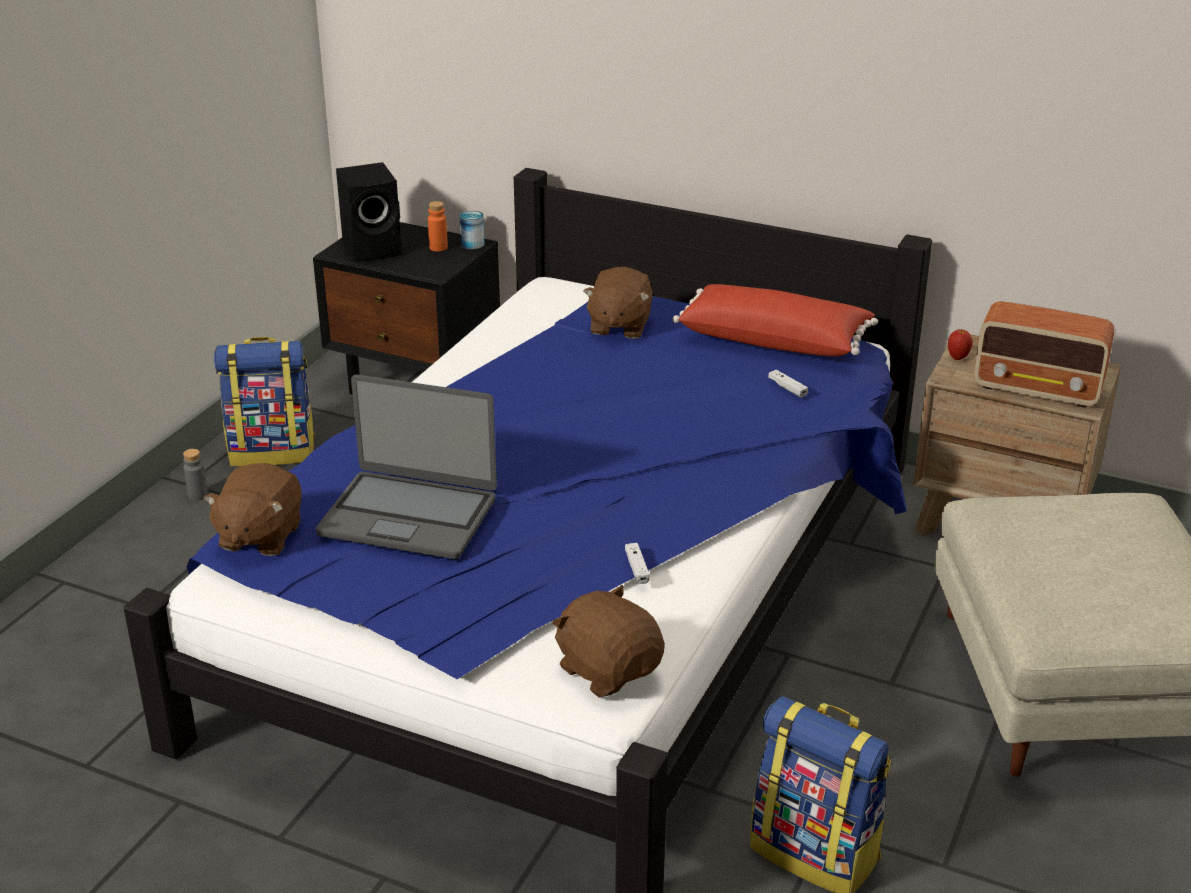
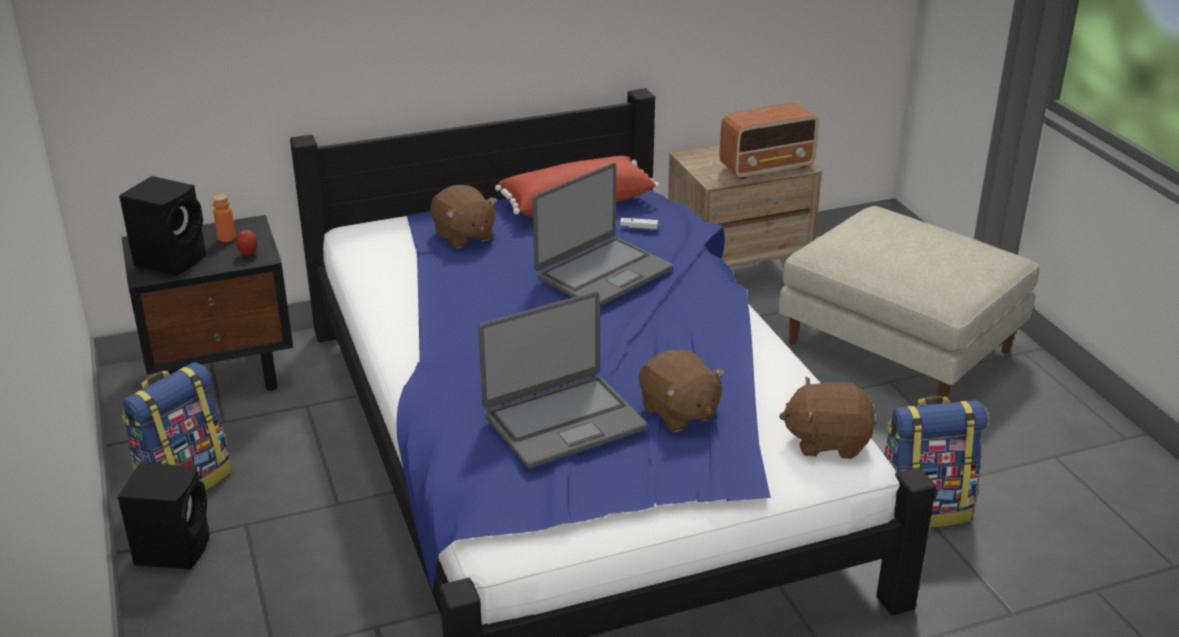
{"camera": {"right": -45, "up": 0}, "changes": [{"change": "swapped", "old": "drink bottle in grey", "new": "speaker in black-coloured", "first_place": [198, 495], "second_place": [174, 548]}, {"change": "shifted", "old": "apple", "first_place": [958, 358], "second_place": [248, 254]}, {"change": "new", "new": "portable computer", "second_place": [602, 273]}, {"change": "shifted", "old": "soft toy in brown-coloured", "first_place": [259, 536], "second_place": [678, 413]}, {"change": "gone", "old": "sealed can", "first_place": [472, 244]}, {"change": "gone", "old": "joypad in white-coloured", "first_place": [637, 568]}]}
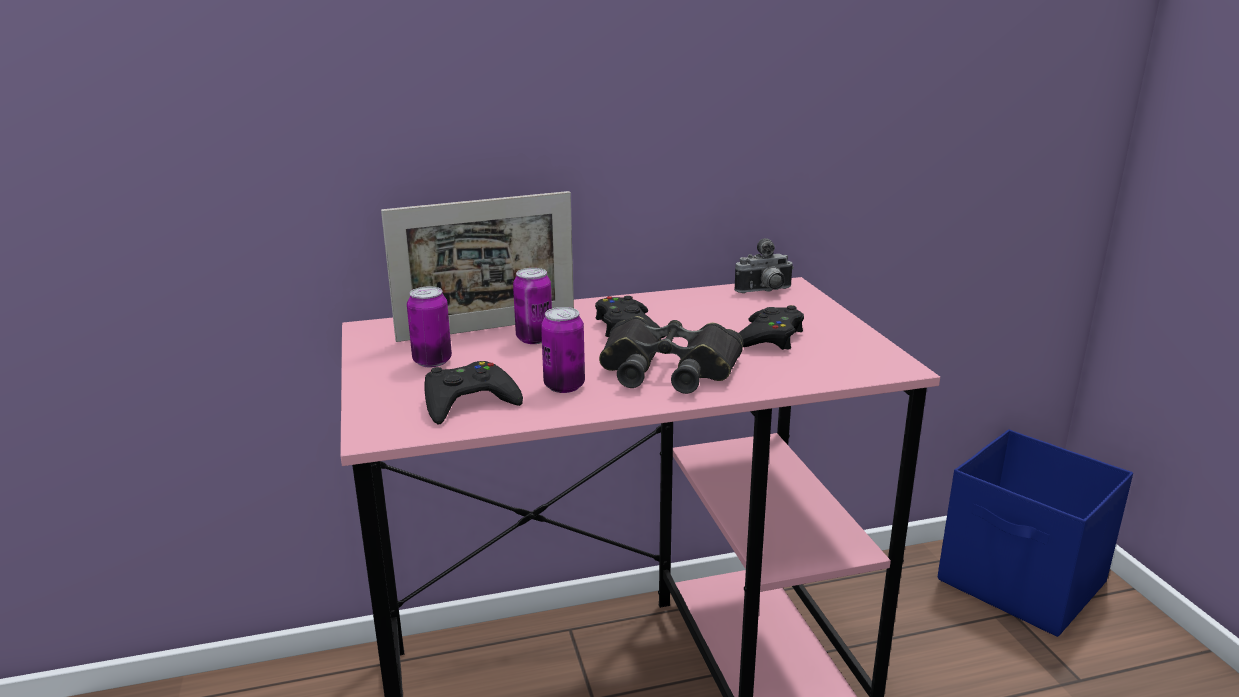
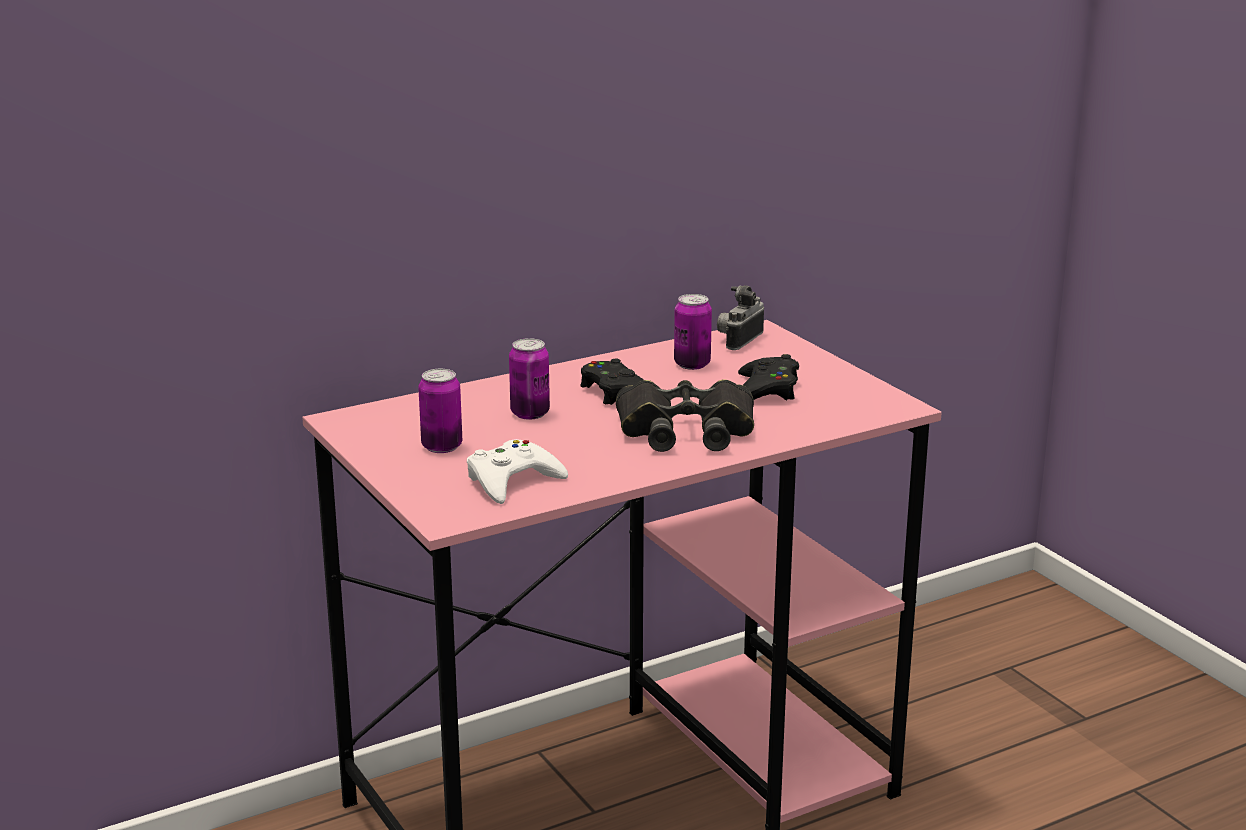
{"camera": {"right": -15, "up": 0}, "changes": [{"change": "repainted", "old": "joypad in black-coloured", "new": "joypad in white-coloured", "first_place": [468, 402], "second_place": [512, 481]}, {"change": "shifted", "old": "sealed can", "first_place": [564, 386], "second_place": [692, 364]}, {"change": "rotated", "old": "still camera", "first_place": [765, 291], "second_place": [738, 340], "degrees": 150}, {"change": "gone", "old": "picture frame", "first_place": [487, 328]}, {"change": "gone", "old": "storage bin in bluish", "first_place": [1022, 583]}]}
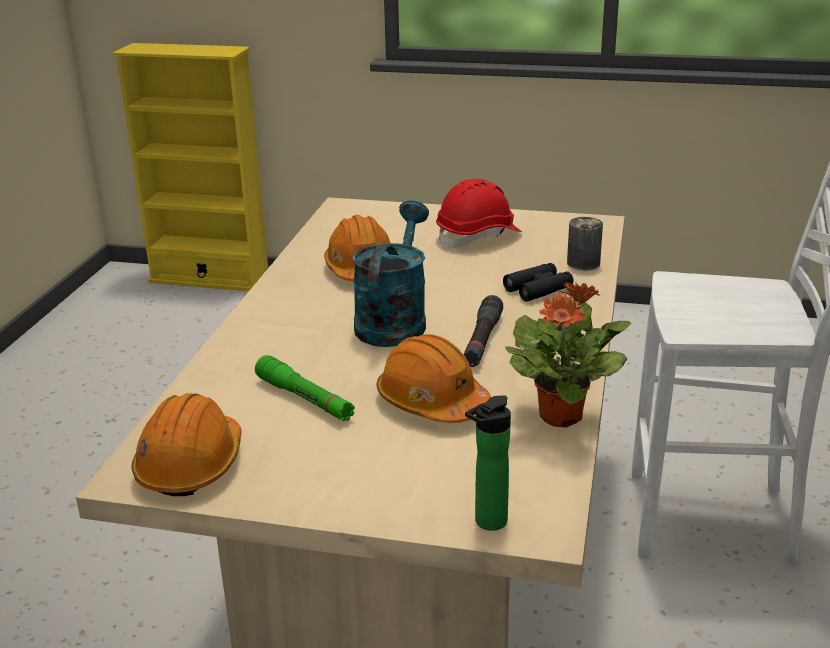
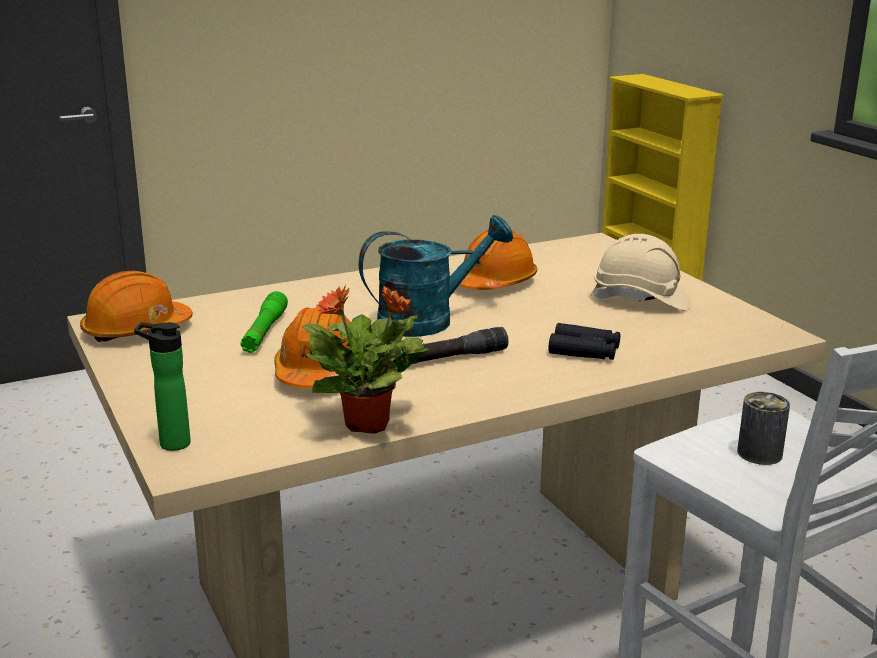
{"camera": {"right": 50, "up": -5}, "changes": [{"change": "repainted", "old": "hard hat in red-coloured", "new": "hard hat in beige", "first_place": [478, 236], "second_place": [641, 300]}, {"change": "shifted", "old": "sealed can", "first_place": [583, 263], "second_place": [759, 453]}]}
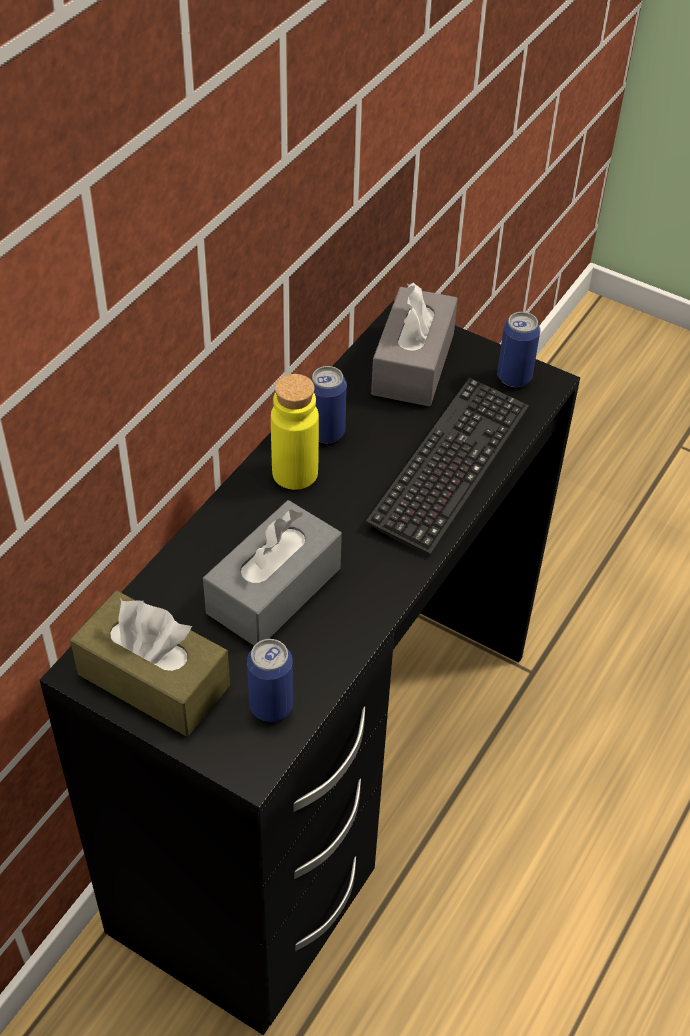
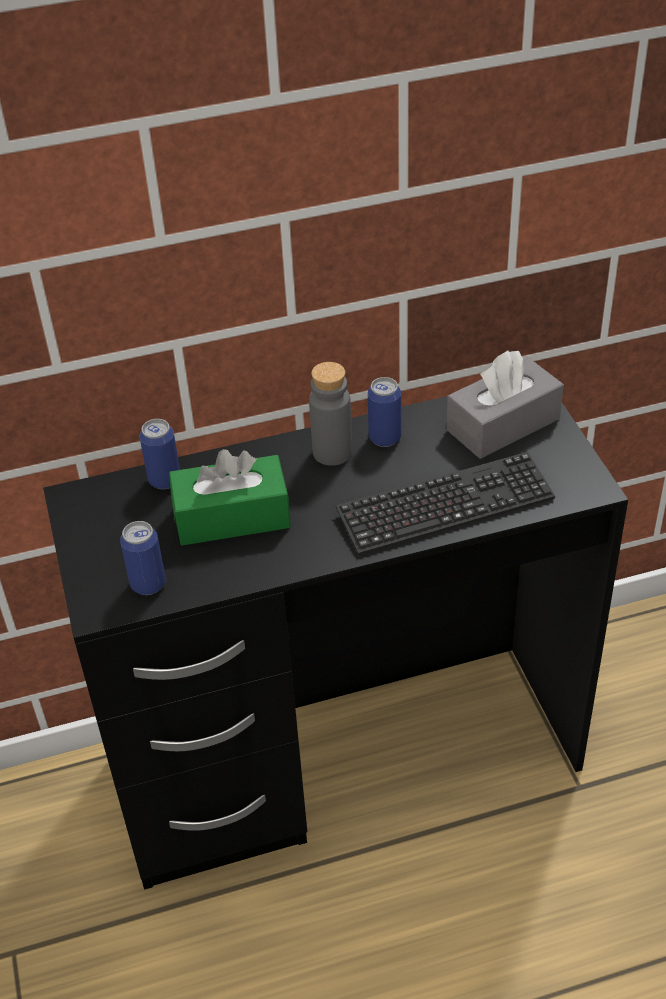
{"camera": {"right": 45, "up": -5}, "changes": [{"change": "shifted", "old": "sealed can", "first_place": [514, 377], "second_place": [164, 480]}, {"change": "repainted", "old": "tissue box in grey", "new": "tissue box in green", "first_place": [274, 590], "second_place": [232, 517]}, {"change": "repainted", "old": "drink bottle in yellowish", "new": "drink bottle in grey", "first_place": [295, 473], "second_place": [332, 452]}, {"change": "gone", "old": "tissue box in brown-coloured", "first_place": [153, 679]}]}
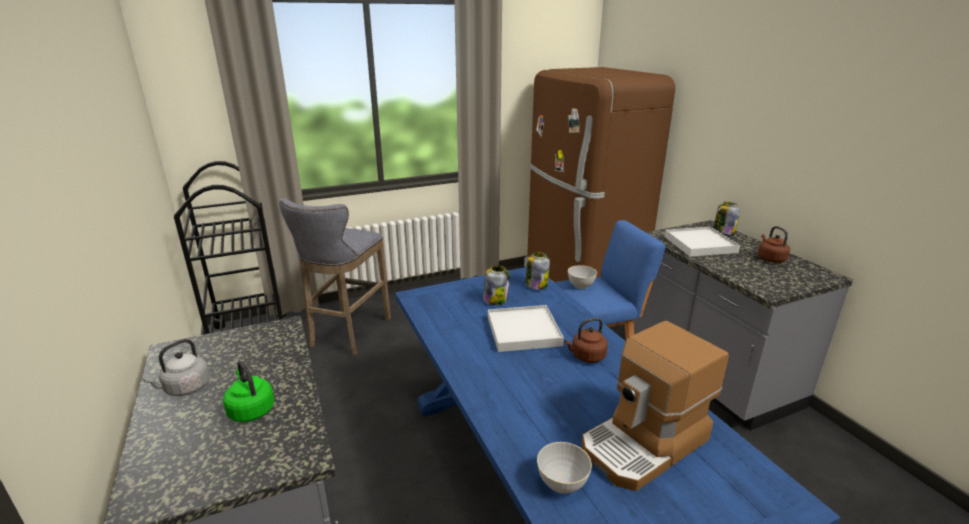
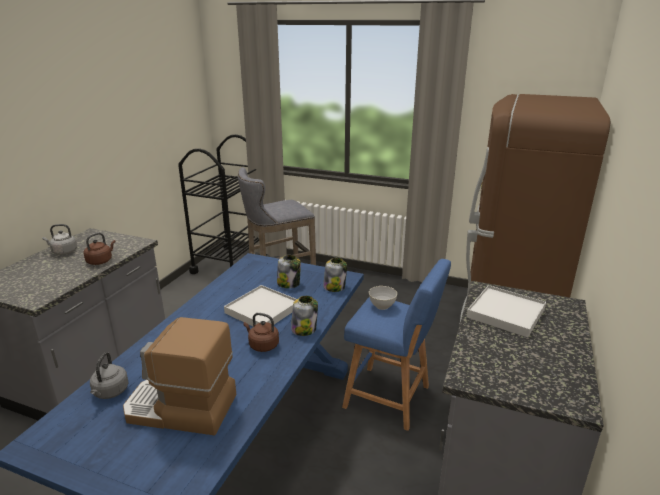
{"camera": {"right": 45, "up": 0}, "changes": [{"change": "shifted", "old": "tea kettle in brown-coloured", "first_place": [770, 258], "second_place": [101, 261]}, {"change": "swapped", "old": "deep dish in grey", "new": "tea kettle in grey", "first_place": [562, 483], "second_place": [110, 392]}, {"change": "shifted", "old": "jar", "first_place": [723, 232], "second_place": [304, 329]}, {"change": "gone", "old": "tea kettle in green", "first_place": [251, 410]}]}
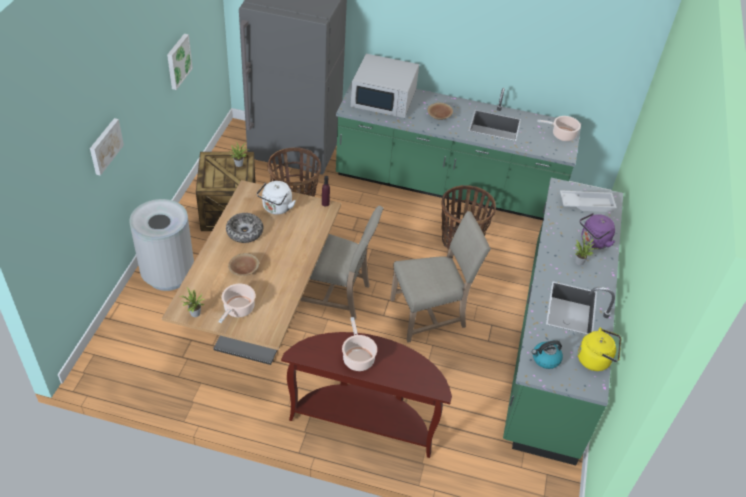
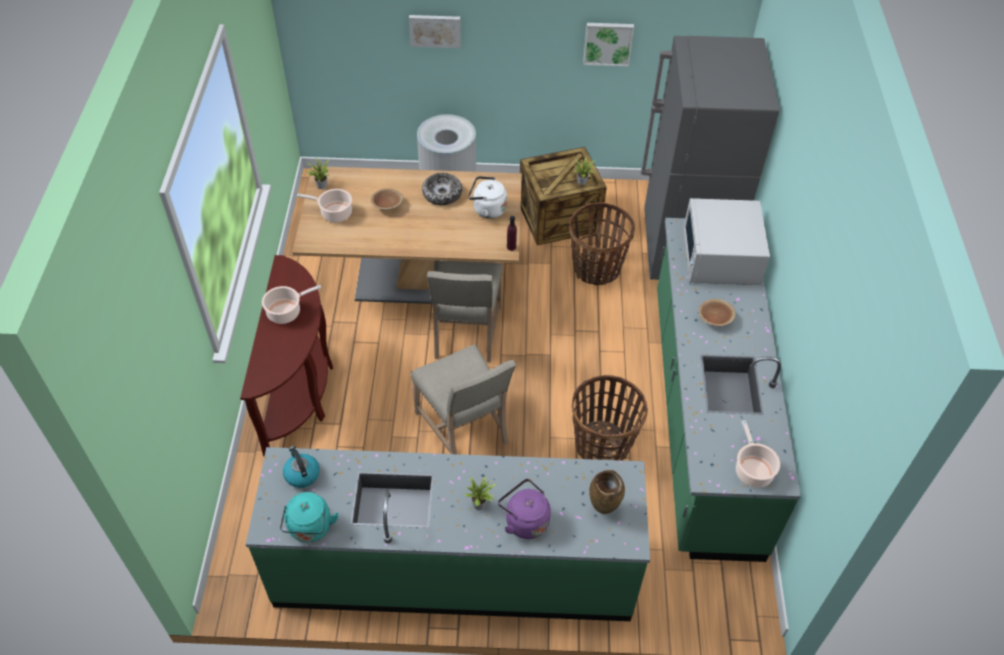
{"camera": {"right": 80, "up": 5}, "changes": [{"change": "repainted", "old": "tea kettle in yellowish", "new": "tea kettle in turquoise-coloured", "first_place": [595, 360], "second_place": [310, 529]}, {"change": "swapped", "old": "tray in white-coloured", "new": "decorative vase in brown-coloured", "first_place": [586, 203], "second_place": [604, 509]}]}
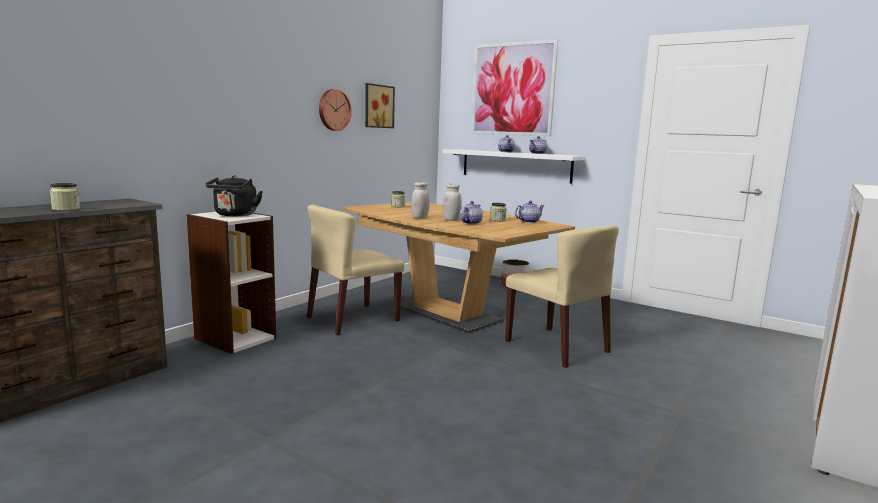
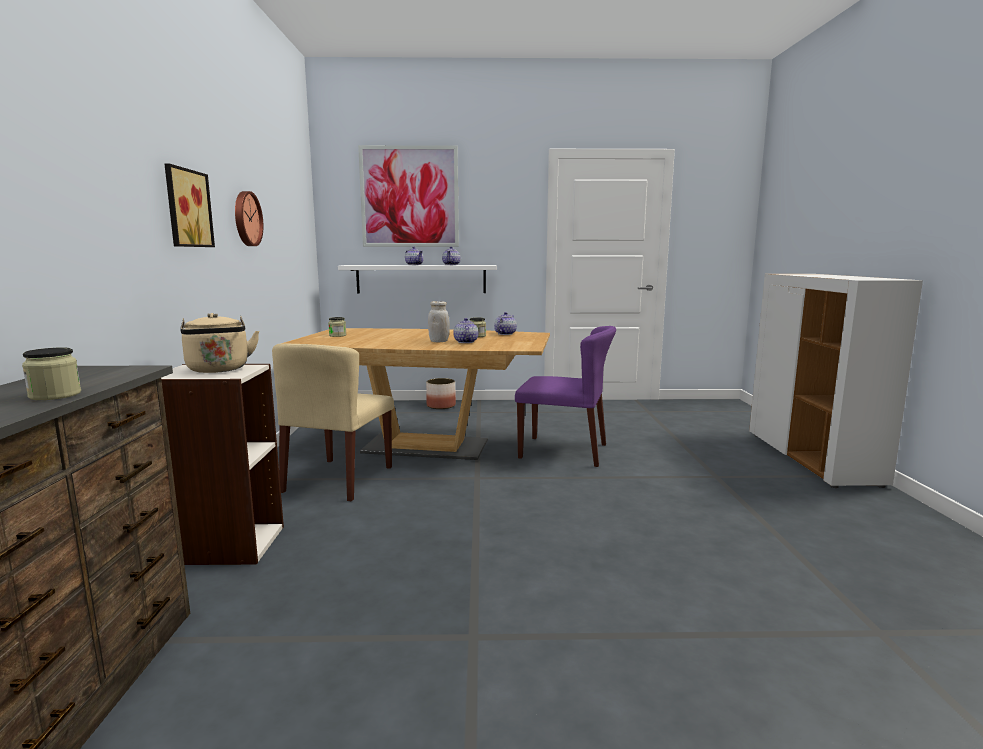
{"camera": {"right": -35, "up": 0}, "changes": [{"change": "shifted", "old": "wall picture", "first_place": [377, 106], "second_place": [185, 208]}, {"change": "repainted", "old": "tea kettle in black-coloured", "new": "tea kettle in beige", "first_place": [235, 215], "second_place": [219, 370]}, {"change": "repainted", "old": "plain chair in beige", "new": "plain chair in purplish", "first_place": [557, 346], "second_place": [564, 451]}, {"change": "gone", "old": "jar in white-coloured", "first_place": [420, 217]}]}
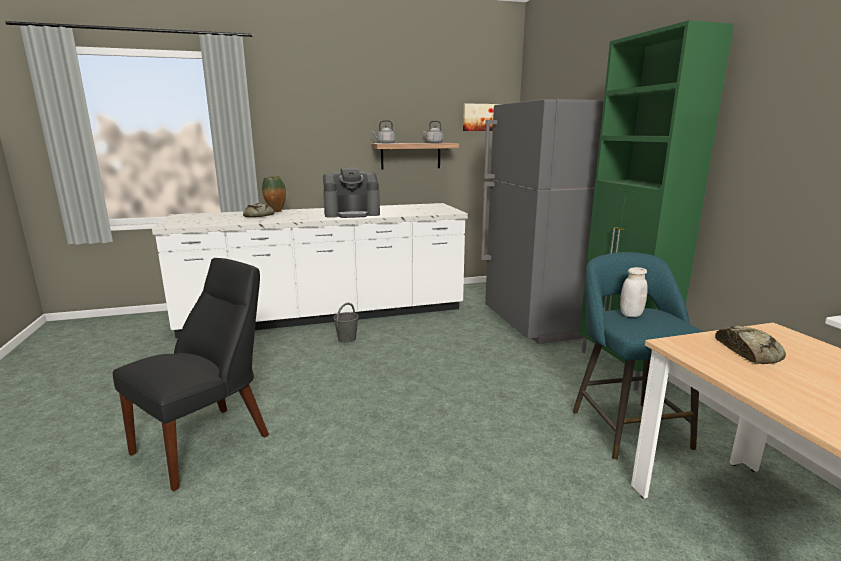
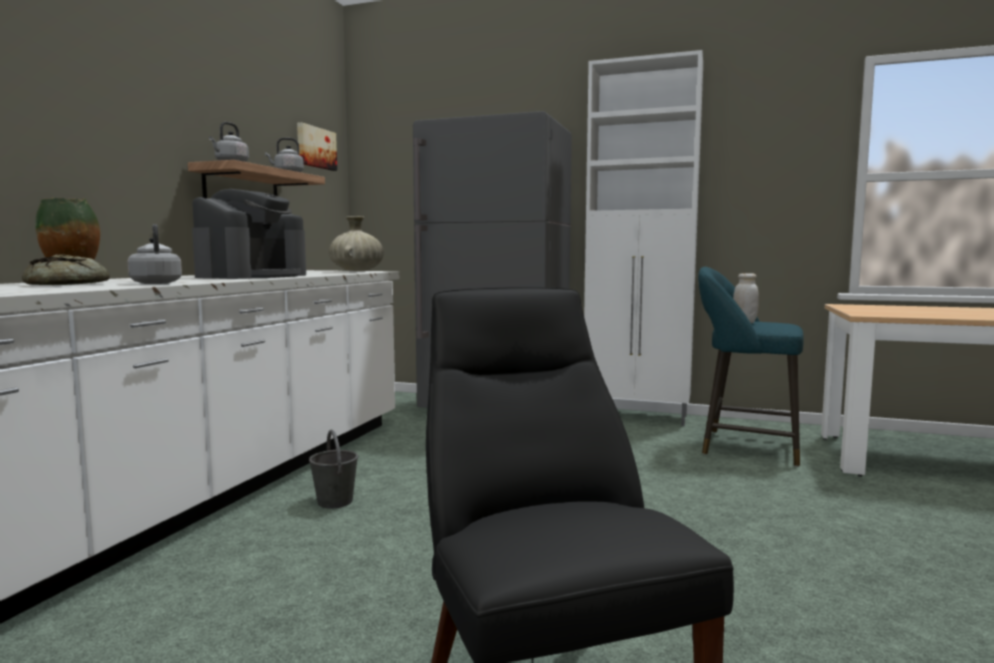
{"camera": {"right": -55, "up": -10}, "changes": [{"change": "new", "new": "tea kettle in grey", "second_place": [156, 283]}, {"change": "new", "new": "decorative vase in beige", "second_place": [356, 271]}, {"change": "repainted", "old": "cabinet in green", "new": "cabinet in white-coloured", "first_place": [621, 368], "second_place": [638, 417]}, {"change": "gone", "old": "bakery bread", "first_place": [749, 351]}]}
